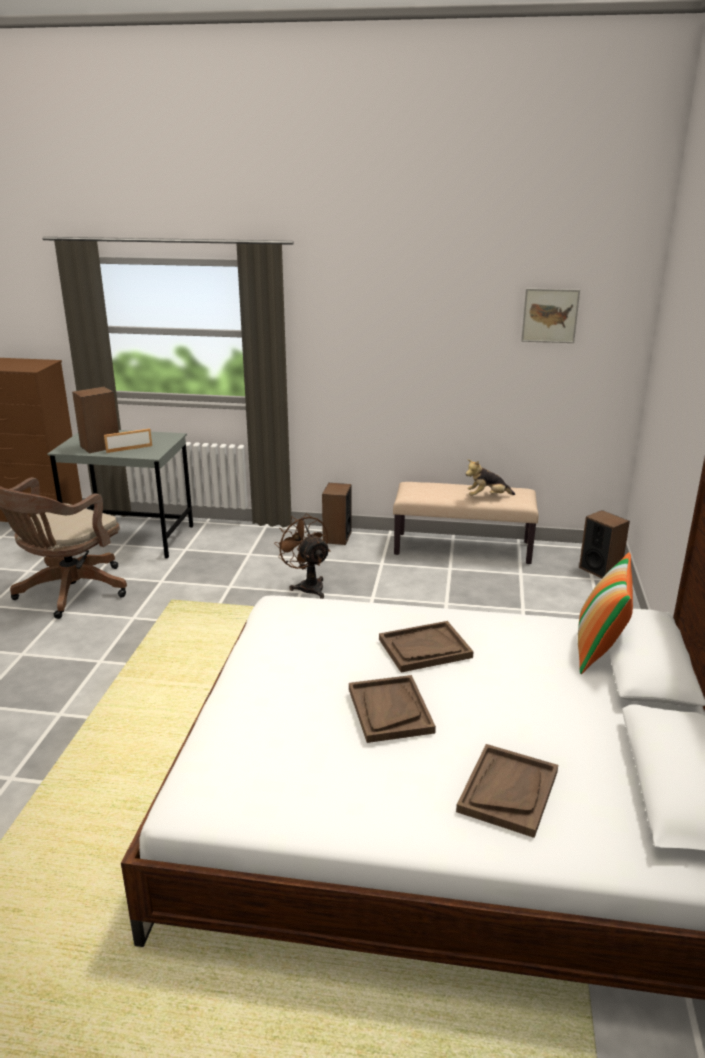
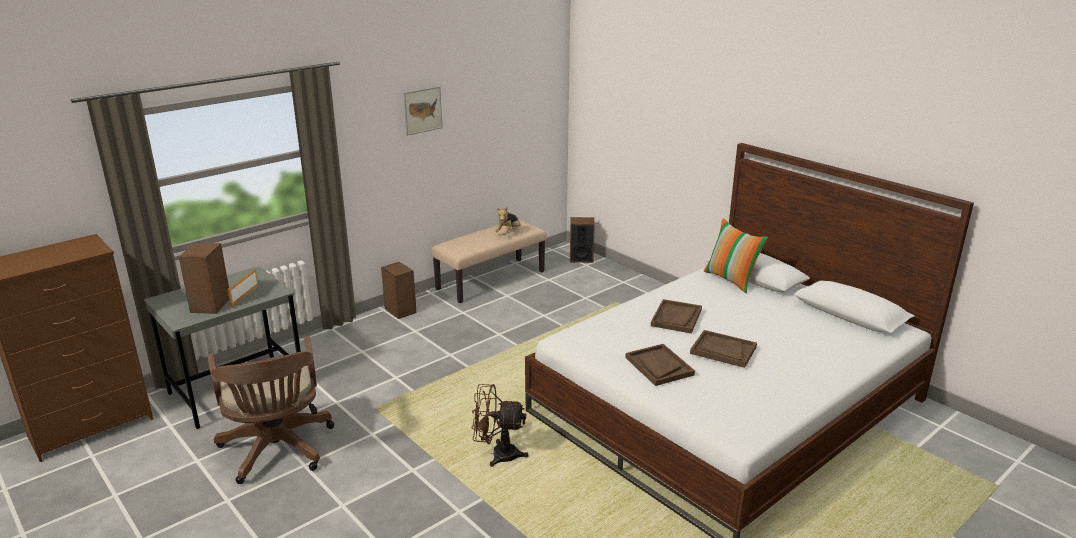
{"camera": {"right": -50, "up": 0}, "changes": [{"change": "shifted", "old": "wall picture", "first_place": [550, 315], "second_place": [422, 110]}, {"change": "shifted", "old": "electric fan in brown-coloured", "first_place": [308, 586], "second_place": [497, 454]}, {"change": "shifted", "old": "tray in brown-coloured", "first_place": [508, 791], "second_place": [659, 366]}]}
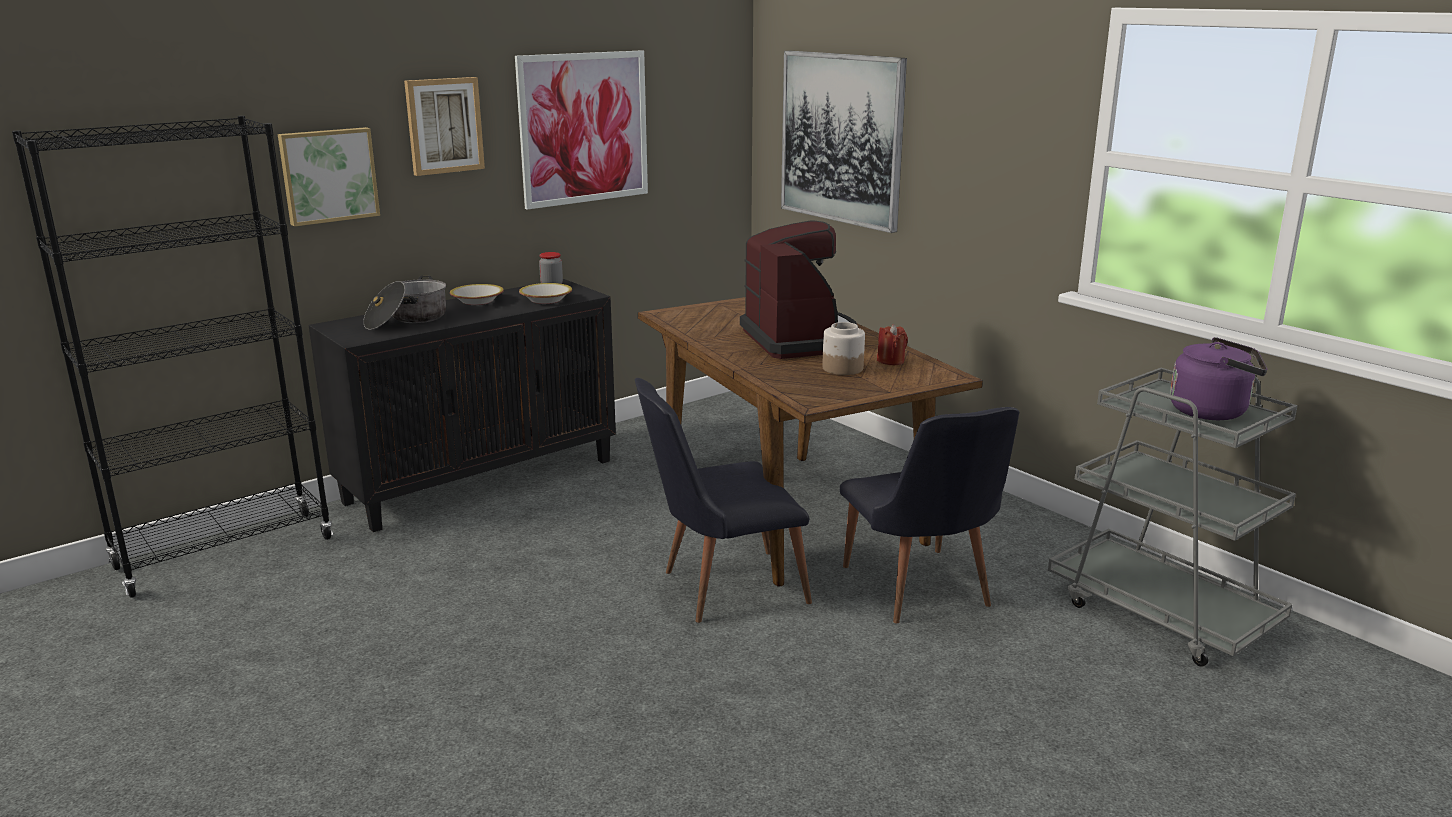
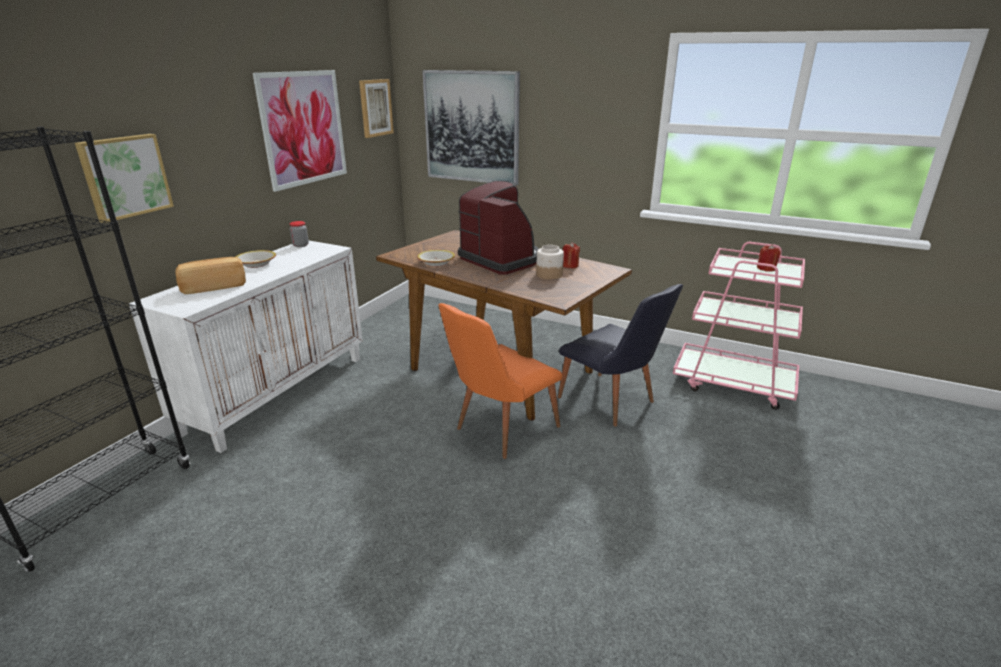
{"camera": {"right": -25, "up": 5}, "changes": [{"change": "repainted", "old": "cabinet in black-coloured", "new": "cabinet in white-coloured", "first_place": [482, 480], "second_place": [278, 392]}, {"change": "swapped", "old": "stockpot", "new": "bakery bread", "first_place": [407, 319], "second_place": [214, 286]}, {"change": "shifted", "old": "wall picture", "first_place": [444, 125], "second_place": [375, 108]}, {"change": "shifted", "old": "deep dish", "first_place": [546, 300], "second_place": [436, 263]}, {"change": "repainted", "old": "plain chair in black-coloured", "new": "plain chair in orange-coloured", "first_place": [720, 587], "second_place": [499, 430]}, {"change": "repainted", "old": "cart in grey", "new": "cart in pink", "first_place": [1162, 613], "second_place": [733, 384]}, {"change": "swapped", "old": "tea kettle in purplish", "new": "candle in red-coloured", "first_place": [1213, 411], "second_place": [766, 269]}]}
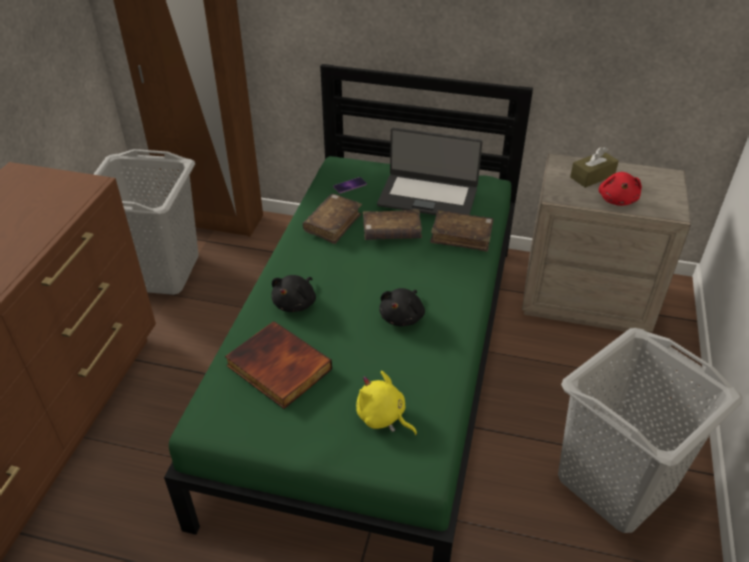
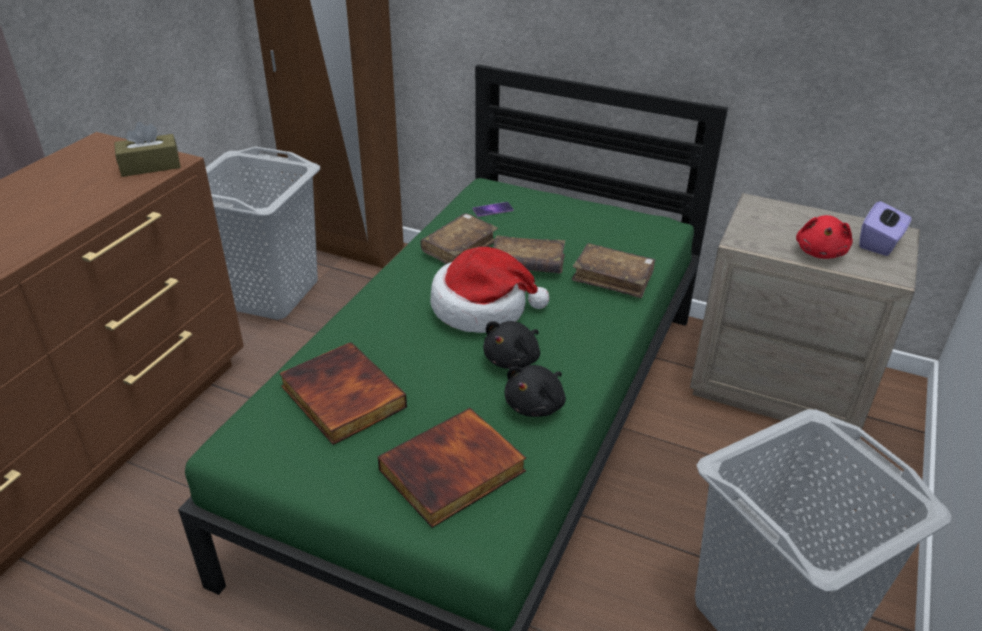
{"camera": {"right": 10, "up": -5}, "changes": [{"change": "shifted", "old": "tissue box in brown-coloured", "first_place": [592, 176], "second_place": [150, 166]}, {"change": "swapped", "old": "soft toy in yellowish", "new": "volume", "first_place": [383, 417], "second_place": [453, 472]}, {"change": "new", "new": "hat", "second_place": [482, 307]}, {"change": "shifted", "old": "soft toy in black-coloured", "first_place": [296, 303], "second_place": [536, 405]}, {"change": "new", "new": "tissue box in purplish", "second_place": [880, 243]}, {"change": "gone", "old": "portable computer", "first_place": [428, 196]}]}
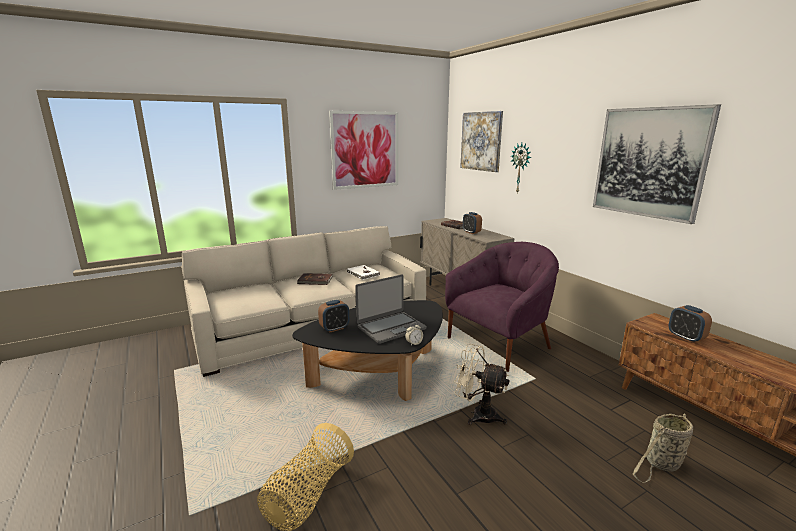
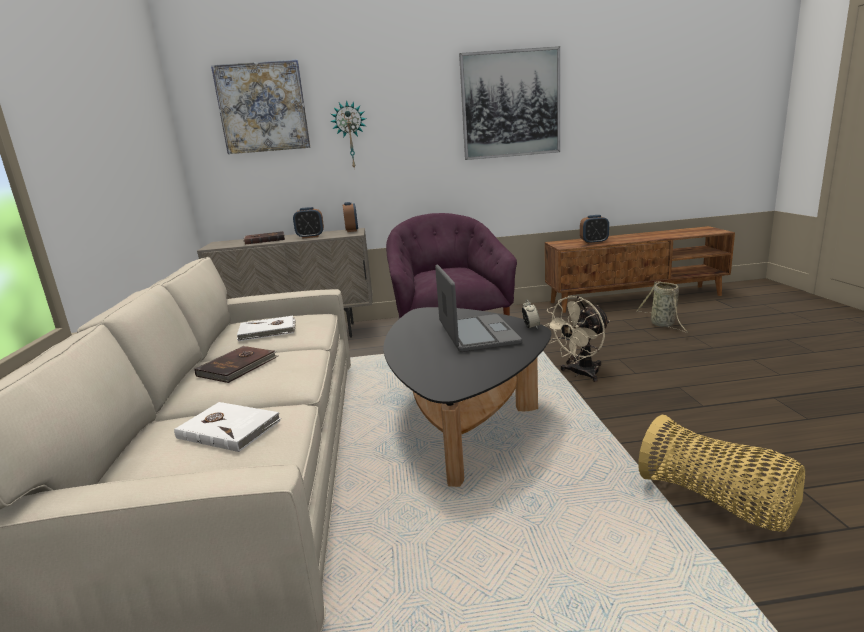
{"camera": {"right": -65, "up": 0}, "changes": [{"change": "new", "new": "volume in white-coloured", "second_place": [229, 429]}, {"change": "shifted", "old": "bedside clock", "first_place": [334, 328], "second_place": [352, 230]}, {"change": "gone", "old": "wall picture", "first_place": [365, 150]}]}
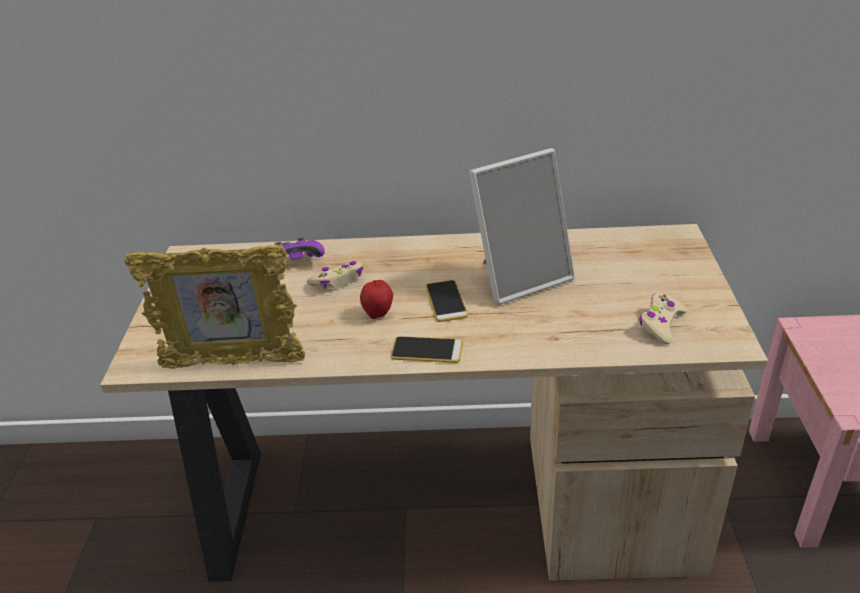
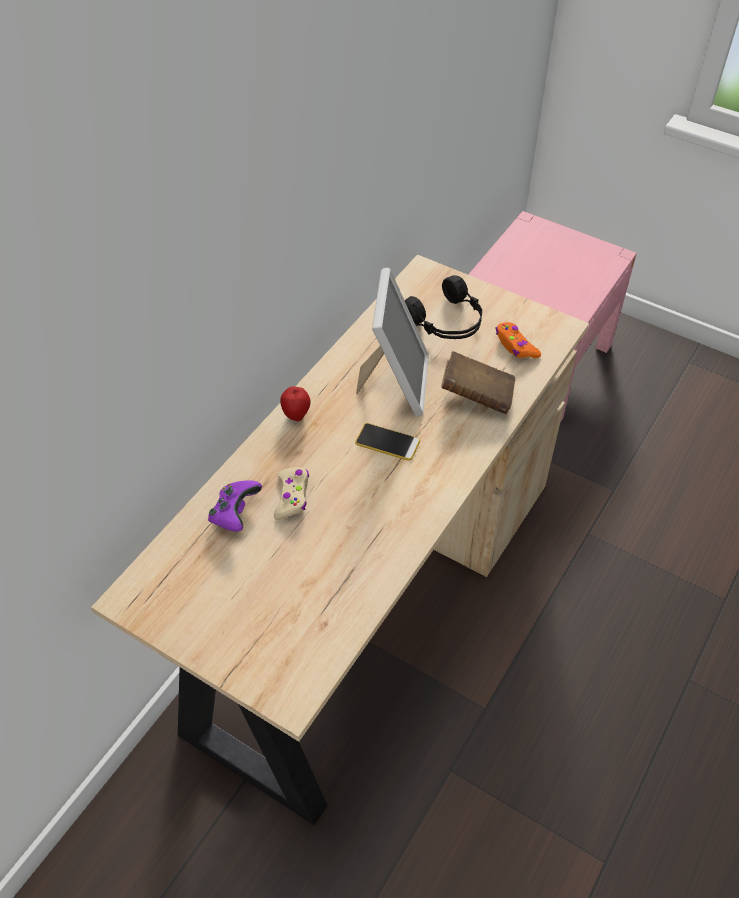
{"camera": {"right": -60, "up": 15}, "changes": [{"change": "shifted", "old": "apple", "first_place": [378, 314], "second_place": [296, 415]}, {"change": "new", "new": "headphones in black-coloured", "second_place": [447, 322]}, {"change": "new", "new": "volume in brown-coloured", "second_place": [476, 396]}, {"change": "repainted", "old": "joypad in beige", "new": "joypad in orange-coloured", "first_place": [661, 324], "second_place": [515, 346]}, {"change": "gone", "old": "picture frame", "first_place": [234, 363]}, {"change": "gone", "old": "phone", "first_place": [427, 350]}]}
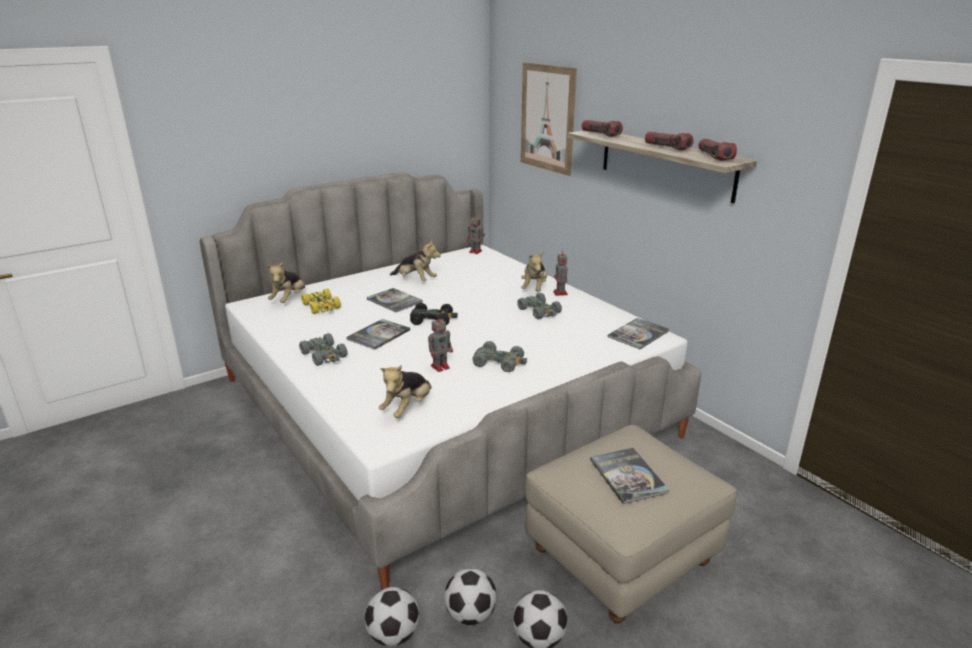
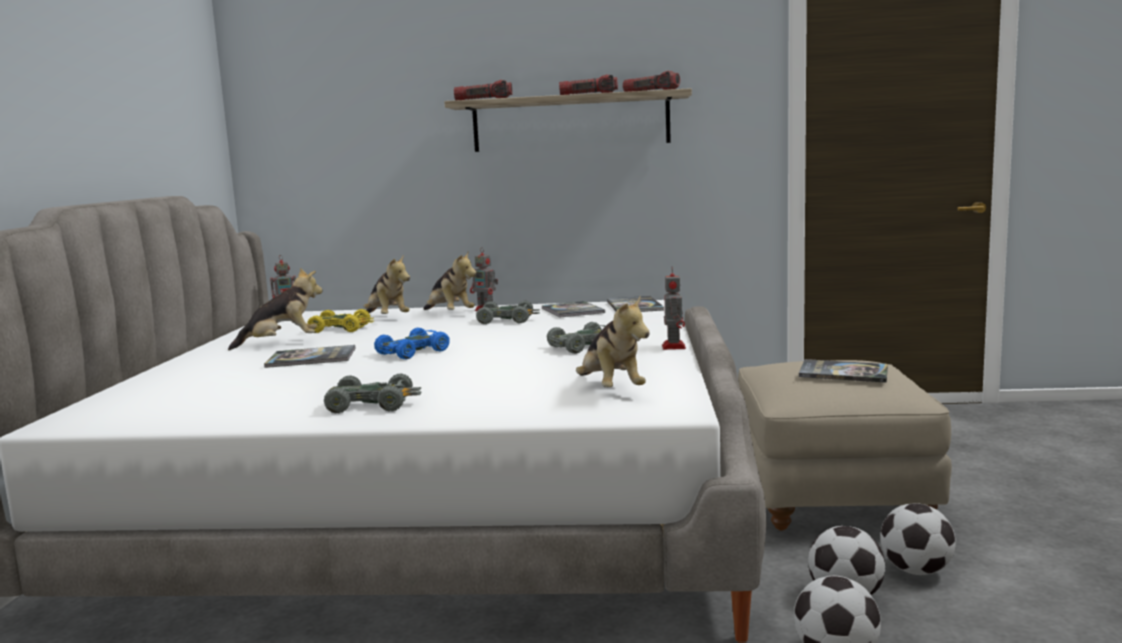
{"camera": {"right": -50, "up": -15}, "changes": [{"change": "shifted", "old": "model car in yellowish", "first_place": [322, 306], "second_place": [341, 329]}, {"change": "shifted", "old": "soft toy", "first_place": [289, 299], "second_place": [387, 318]}, {"change": "repainted", "old": "model car in black-coloured", "new": "model car in bluish", "first_place": [433, 319], "second_place": [413, 352]}, {"change": "shifted", "old": "volume", "first_place": [378, 335], "second_place": [572, 311]}, {"change": "shifted", "old": "robot figure", "first_place": [441, 366], "second_place": [673, 346]}, {"change": "gone", "old": "wall picture", "first_place": [547, 118]}]}
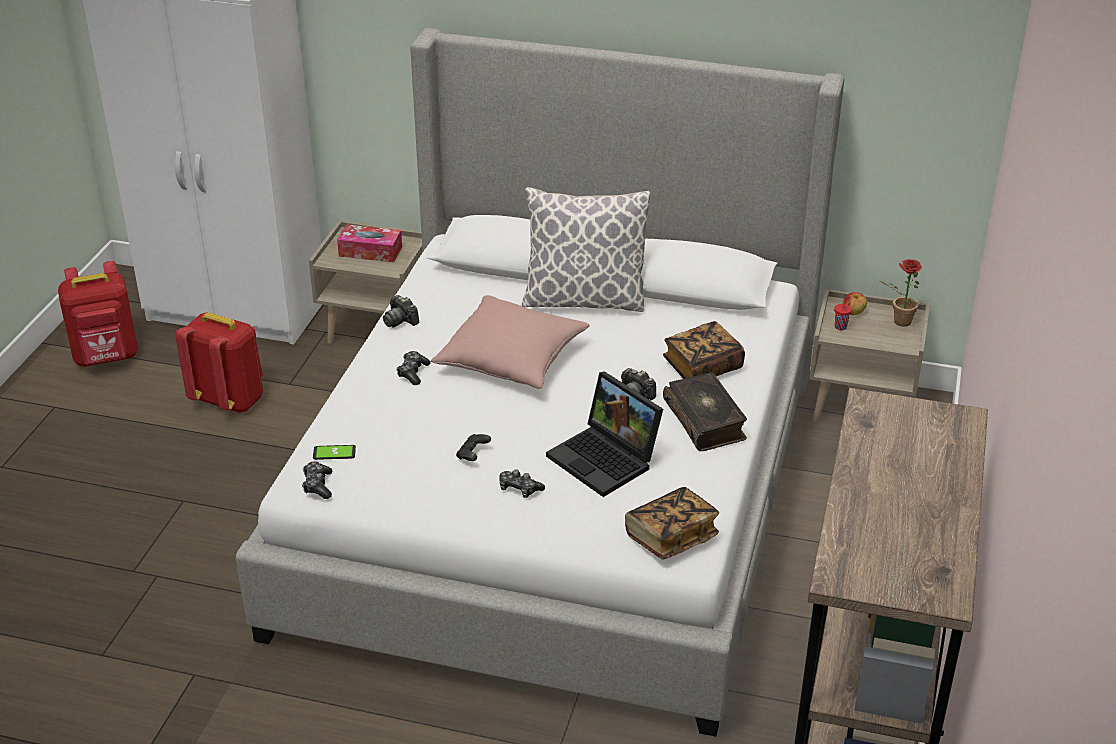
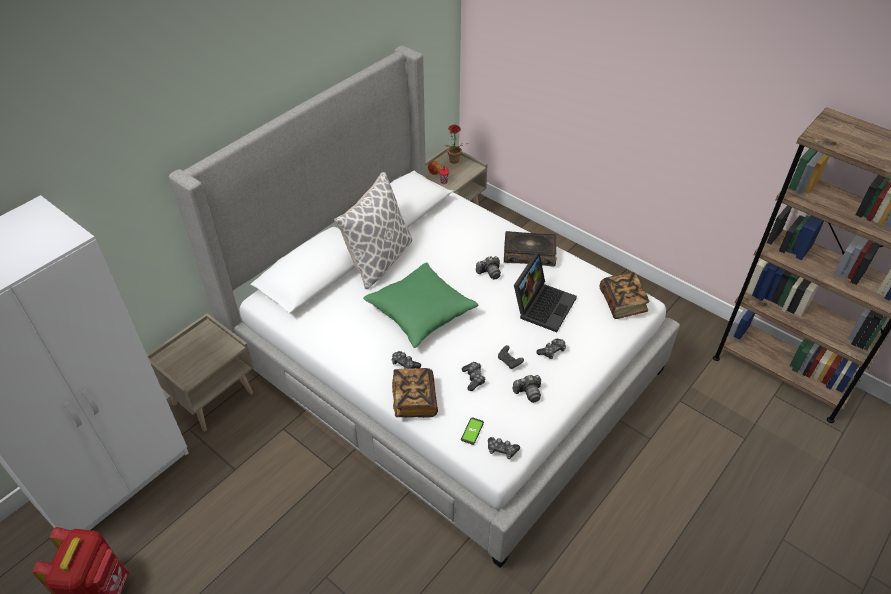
{"camera": {"right": -65, "up": 10}, "changes": [{"change": "repainted", "old": "pillow in pink", "new": "pillow in green", "first_place": [512, 359], "second_place": [420, 312]}, {"change": "shifted", "old": "volume", "first_place": [702, 367], "second_place": [414, 400]}, {"change": "new", "new": "joypad", "second_place": [473, 378]}, {"change": "shifted", "old": "still camera", "first_place": [400, 320], "second_place": [528, 392]}, {"change": "rotated", "old": "portable computer", "first_place": [606, 459], "second_place": [543, 305], "degrees": -45}, {"change": "gone", "old": "knapsack in red-coloured", "first_place": [230, 400]}, {"change": "gone", "old": "tissue box", "first_place": [370, 251]}]}
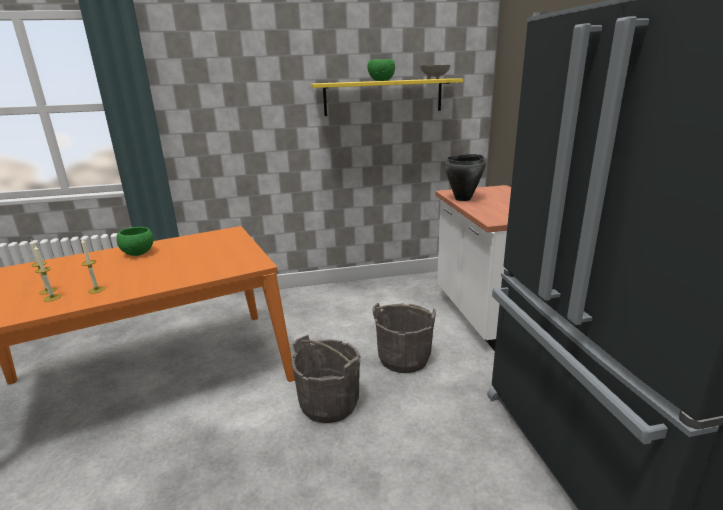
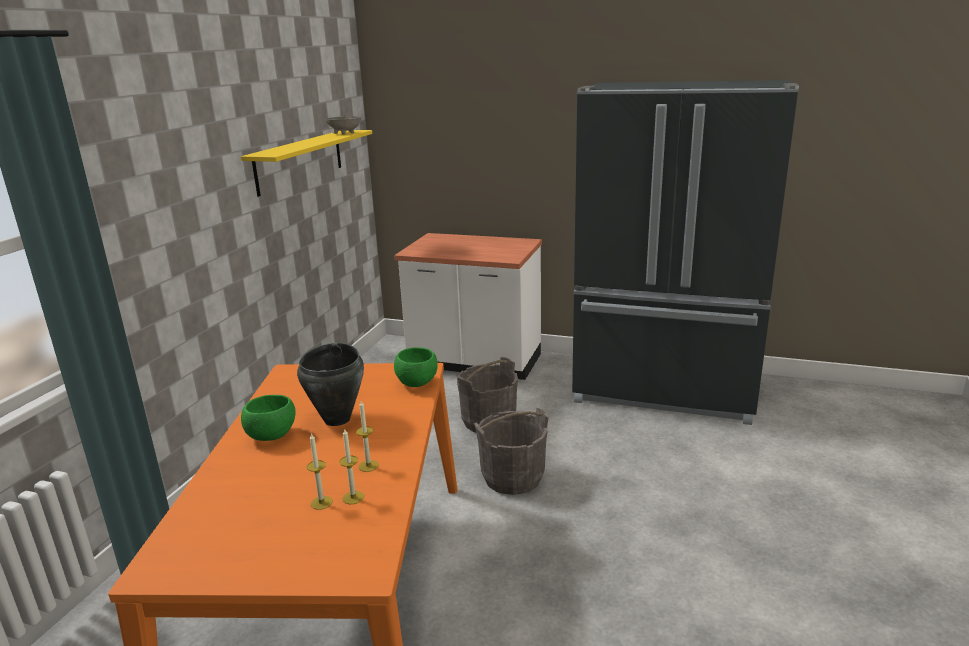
{"camera": {"right": -60, "up": 0}, "changes": [{"change": "shifted", "old": "stockpot in black-coloured", "first_place": [463, 199], "second_place": [338, 419]}, {"change": "shifted", "old": "deep dish in green", "first_place": [382, 81], "second_place": [417, 383]}]}
